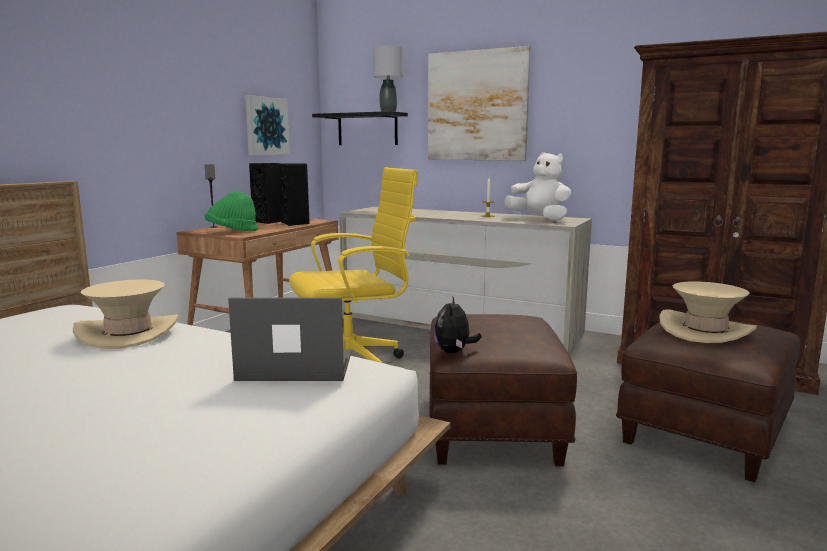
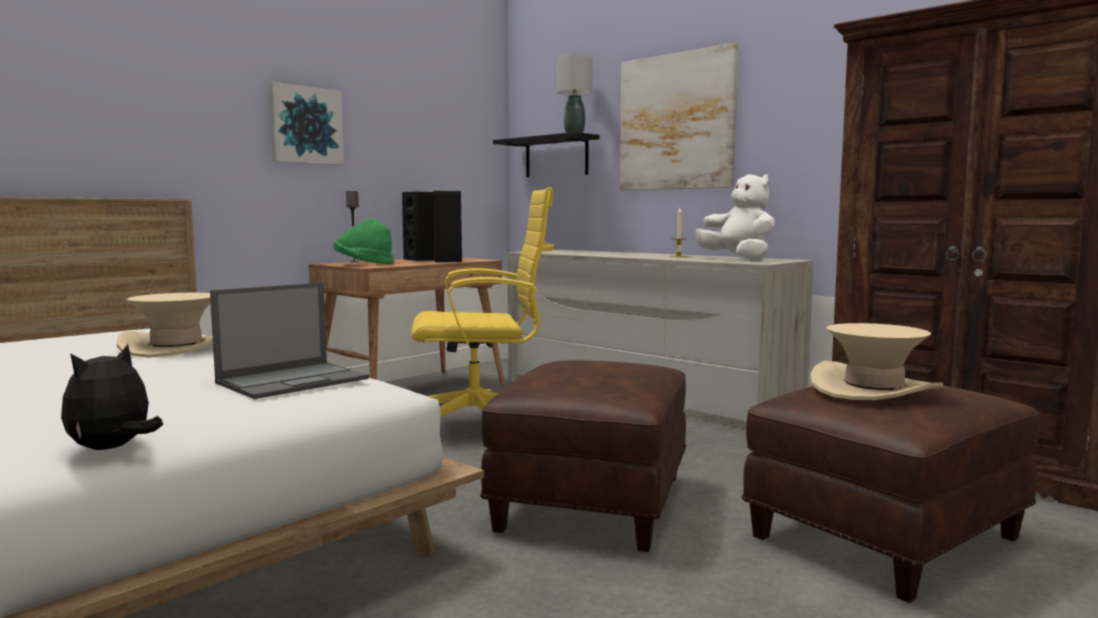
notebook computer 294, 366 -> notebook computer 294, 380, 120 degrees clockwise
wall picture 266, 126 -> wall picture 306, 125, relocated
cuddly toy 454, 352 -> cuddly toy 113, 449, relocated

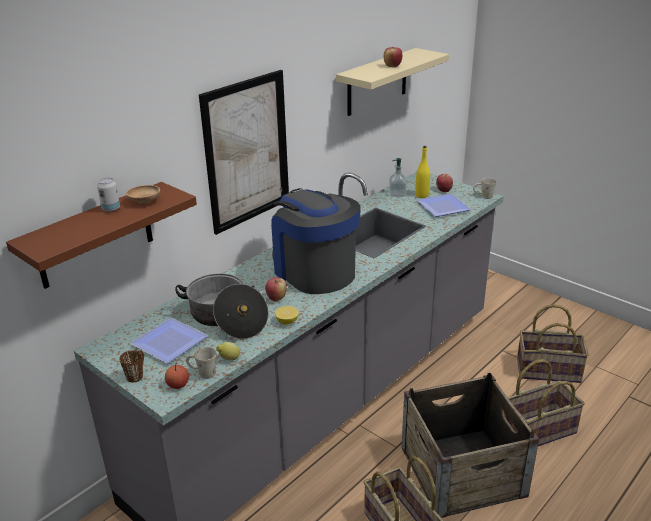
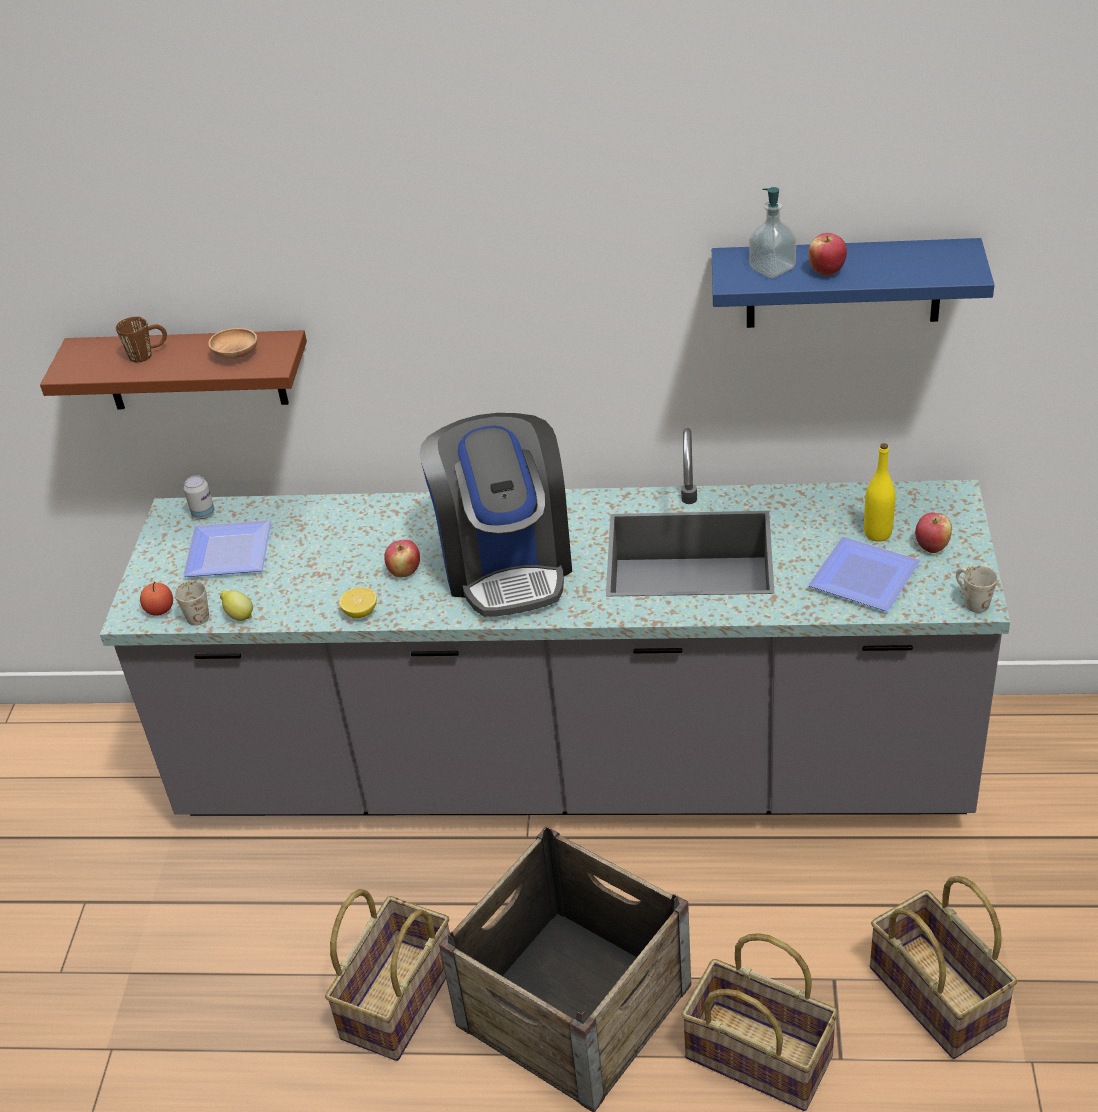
can 111, 209 -> can 203, 513, relocated
brown-coloured coffee mug 137, 374 -> brown-coloured coffee mug 148, 354, relocated
saucepot 226, 318 -> none
wall picture 247, 152 -> none
coffee maker 314, 271 -> coffee maker 506, 563, 150 degrees clockwise
beige-coloured bracket shelf 377, 82 -> bluish bracket shelf 843, 283
soap bottle 397, 194 -> soap bottle 772, 268, relocated

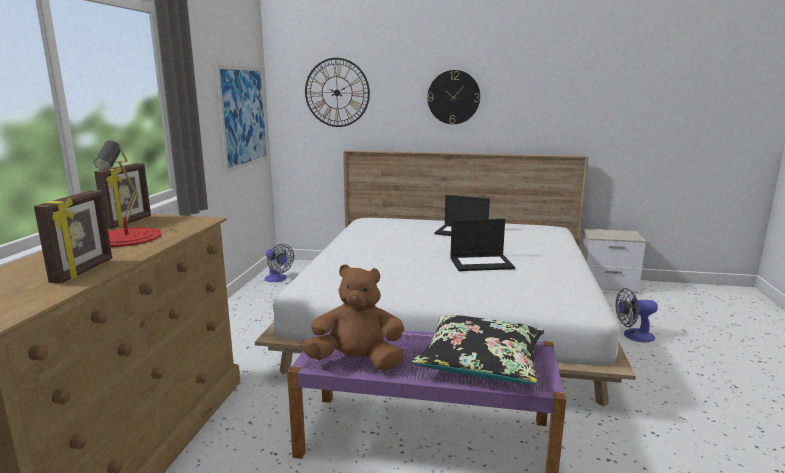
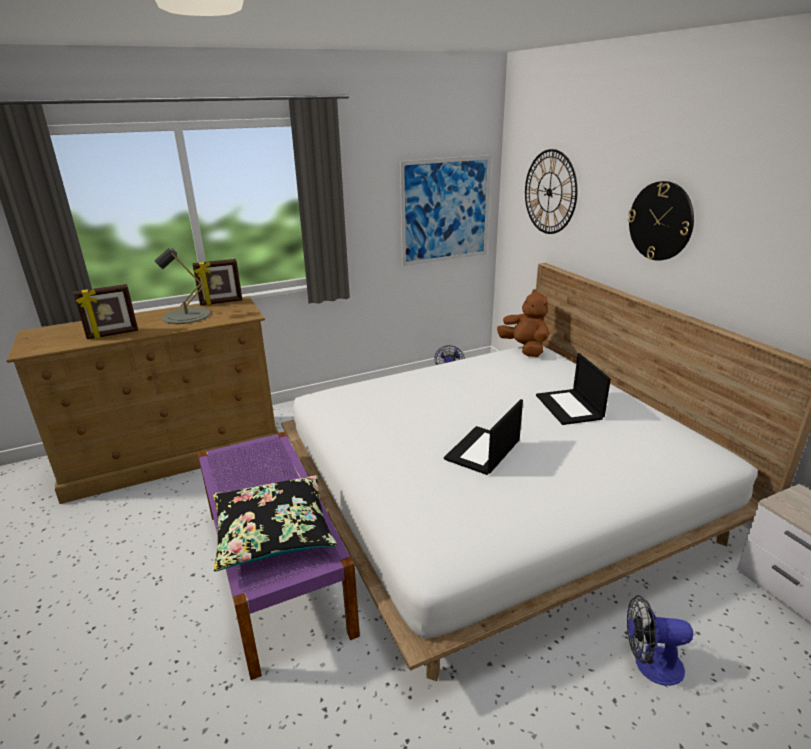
red tabletop lamp 127, 237 -> greyish tabletop lamp 186, 316
brown-coloured cuddly toy 357, 362 -> brown-coloured cuddly toy 524, 349, relocated
notebook computer 482, 263 -> notebook computer 483, 451, 75 degrees clockwise
electric fan 633, 336 -> electric fan 650, 664, 45 degrees counterclockwise

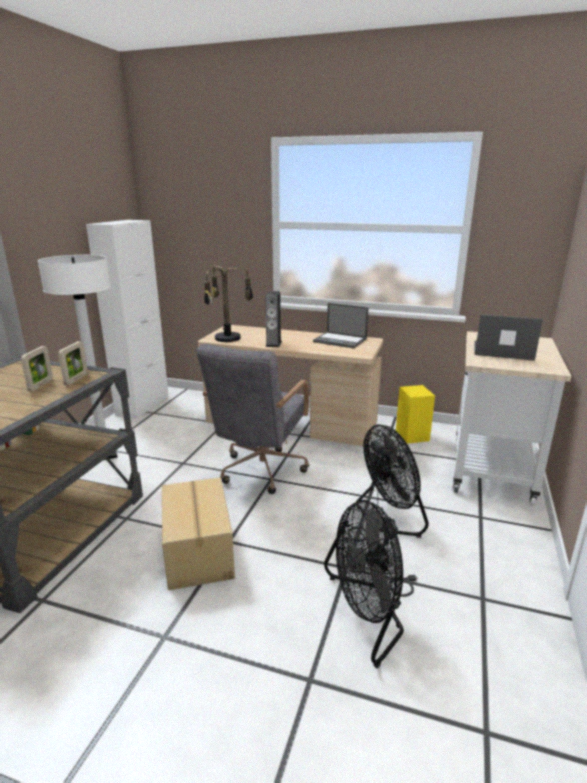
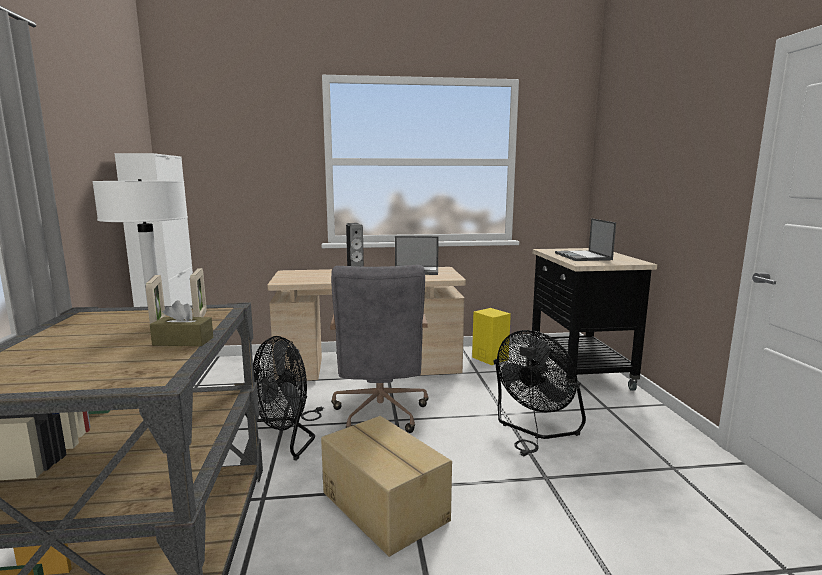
tabletop lamp 227, 338 -> none
blackish electric fan 371, 609 -> blackish electric fan 288, 432, relocated
whitish trolley 491, 472 -> blackish trolley 580, 373
notebook computer 502, 351 -> notebook computer 583, 256, 90 degrees counterclockwise
none -> brown-coloured box of tissues 183, 341

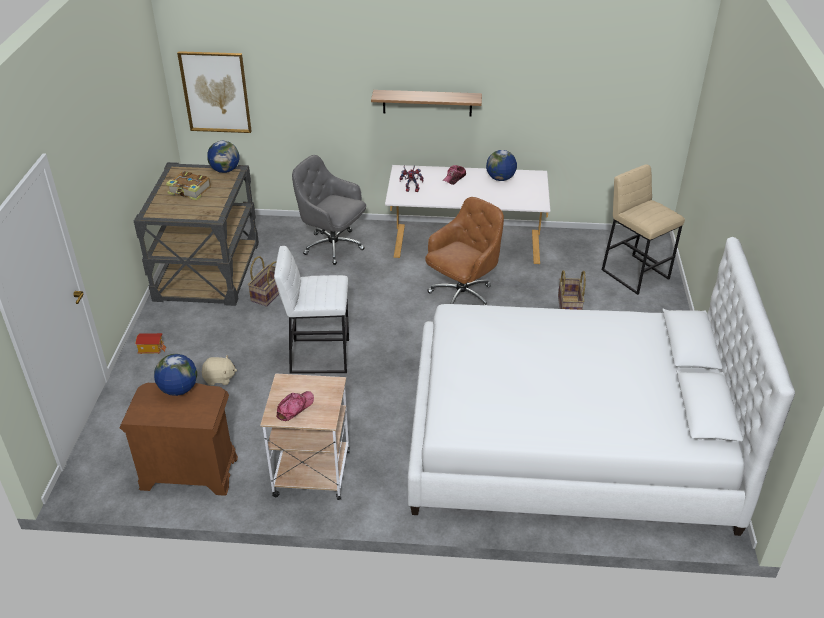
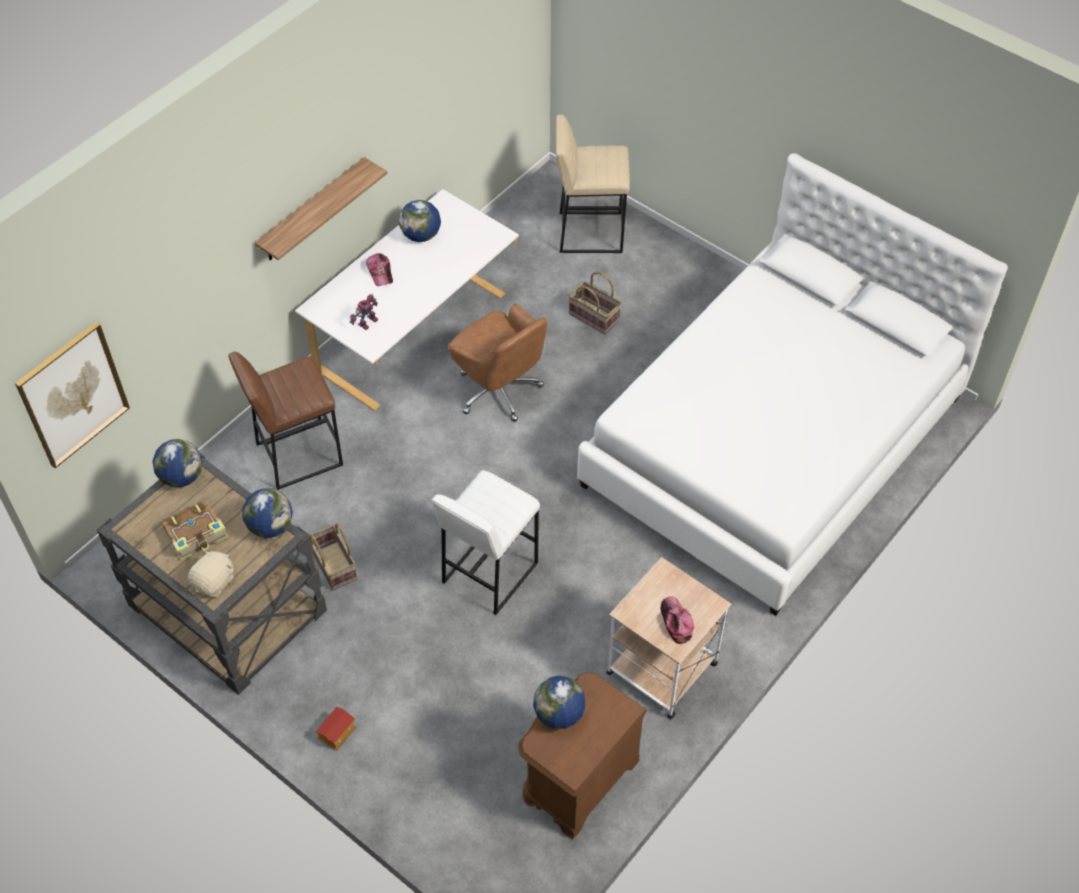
beige-coloured cuddly toy 219, 378 -> beige-coloured cuddly toy 214, 581, relocated
greyish computer chair 333, 246 -> brown-coloured stool 297, 455
brown-coloured computer chair 462, 295 -> brown-coloured computer chair 498, 391, 150 degrees clockwise
none -> globe 270, 526

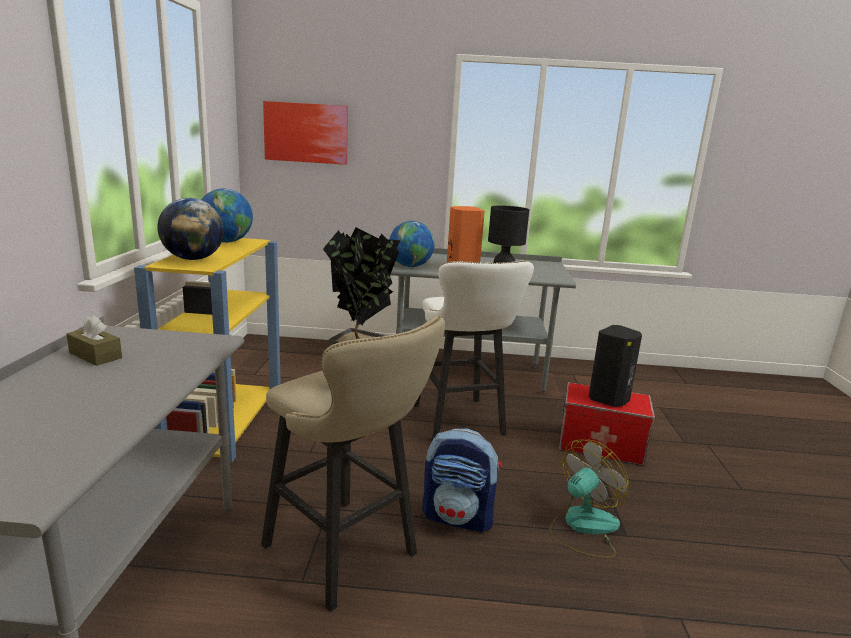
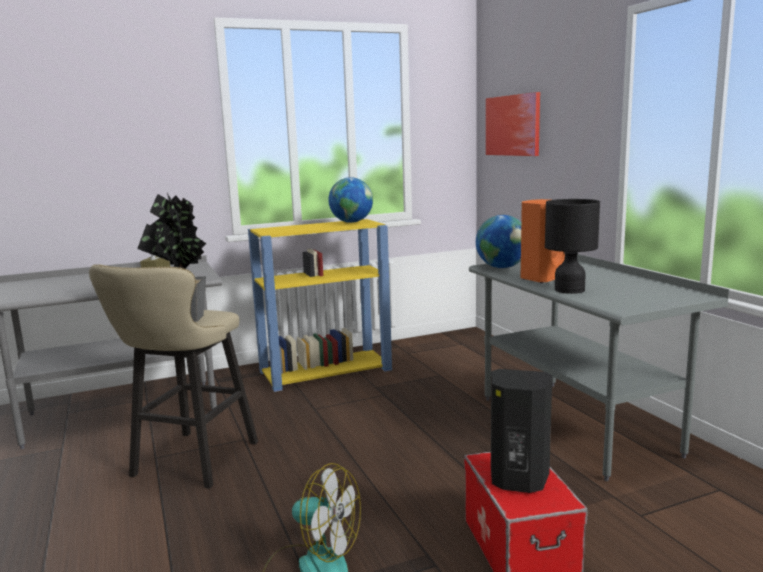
globe 193, 259 -> none
whitish stool 461, 425 -> none
rucksack 459, 517 -> none

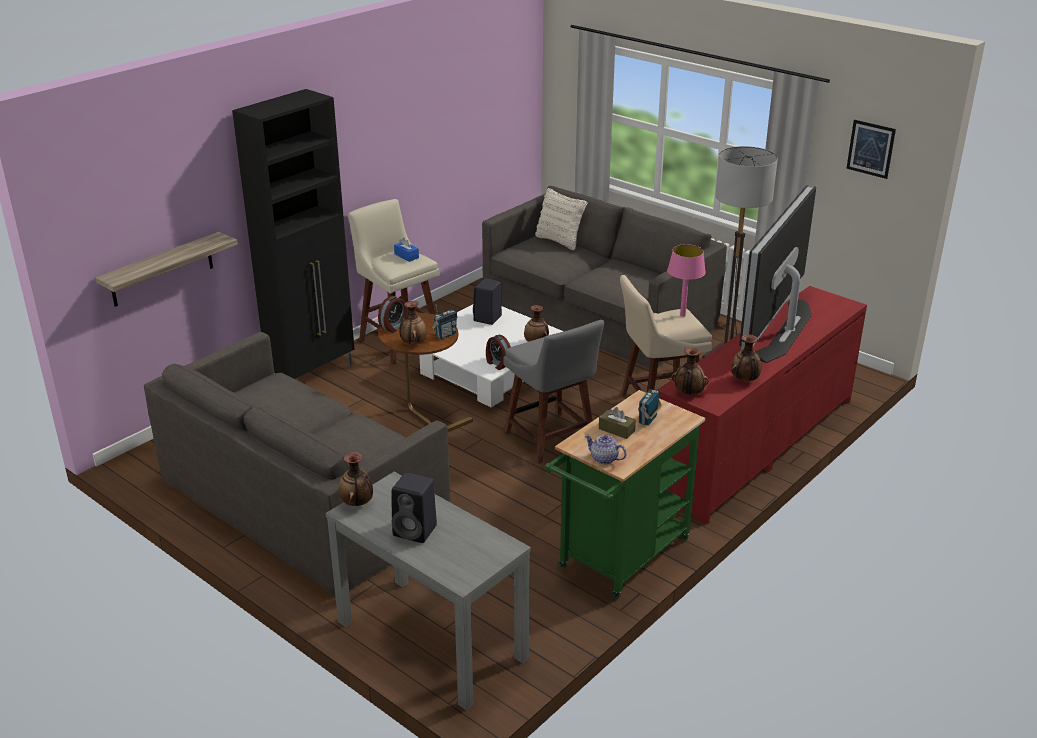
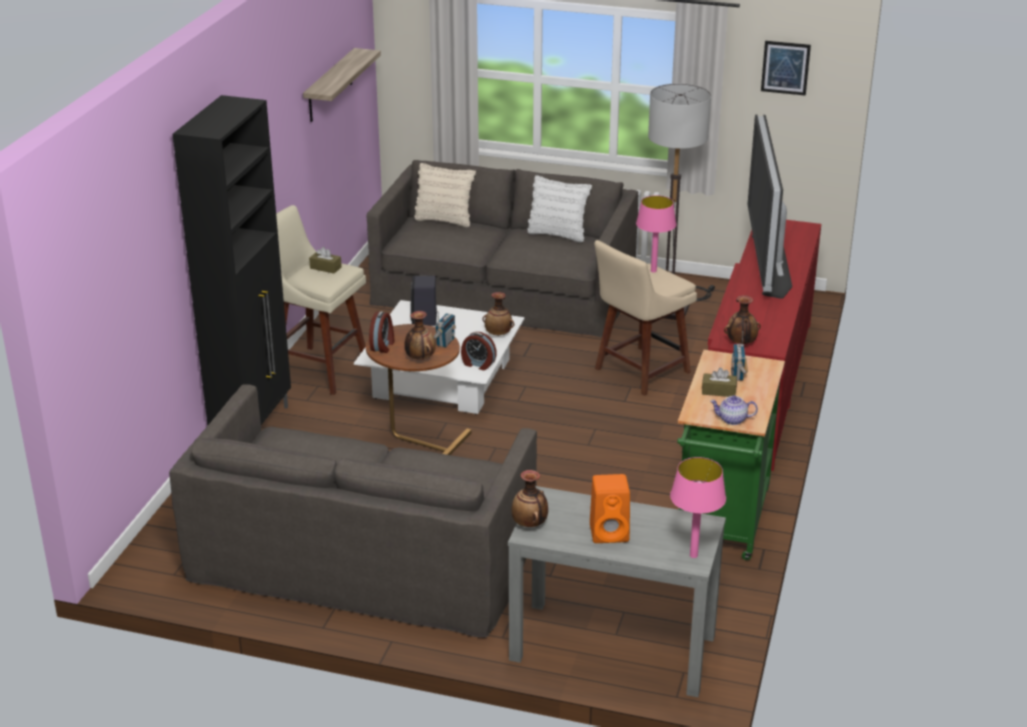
bracket shelf 162, 270 -> bracket shelf 330, 86, relocated
blackish loudspeaker 416, 531 -> orange loudspeaker 610, 533
bluish box of tissues 406, 256 -> brown-coloured box of tissues 325, 268
greyish stool 551, 440 -> none
vase 745, 380 -> none
none -> whitish throw pillow 558, 235
none -> pink tabletop lamp 693, 555

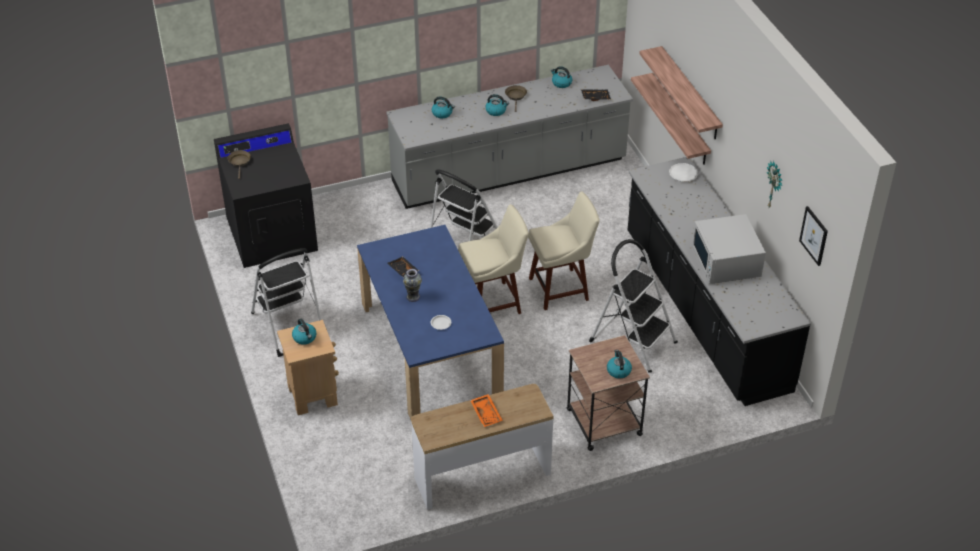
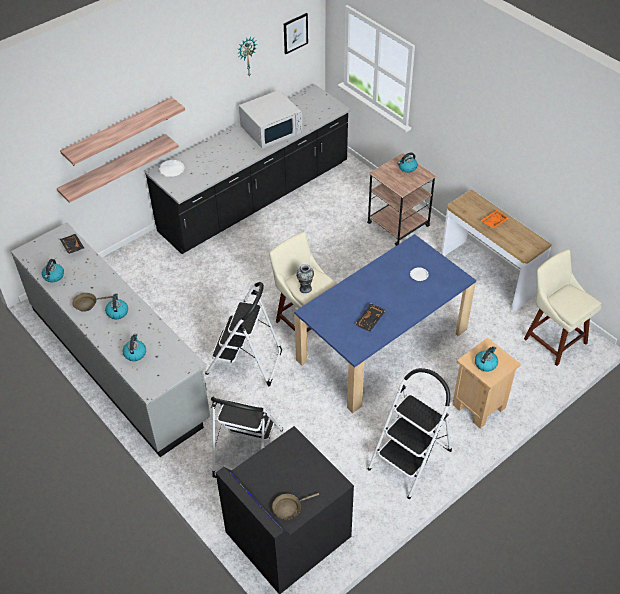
vase 412, 297 -> vase 305, 288, relocated
beige-coloured stool 561, 288 -> beige-coloured stool 553, 339, relocated
step stool 631, 340 -> step stool 246, 454, relocated

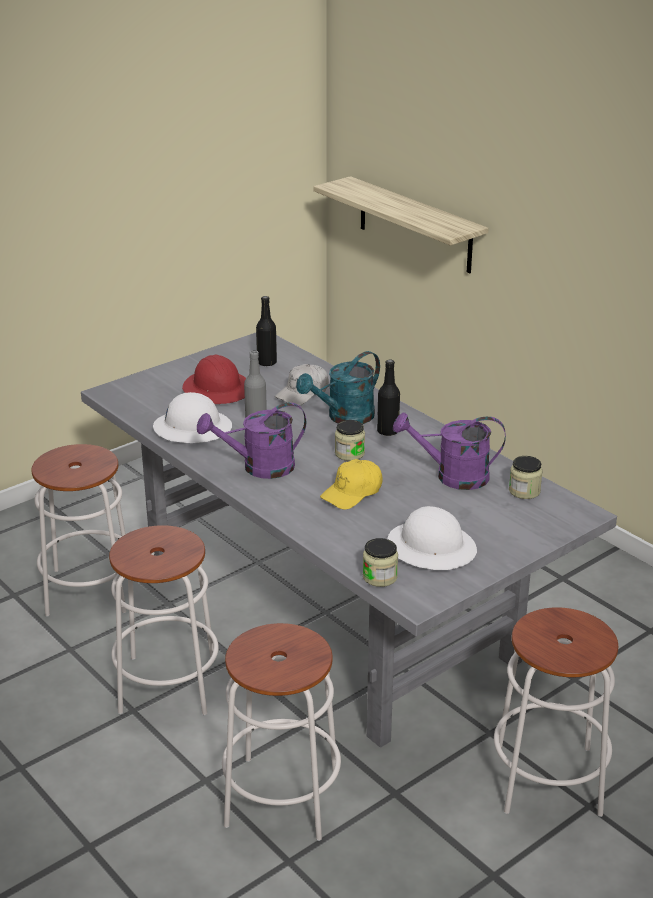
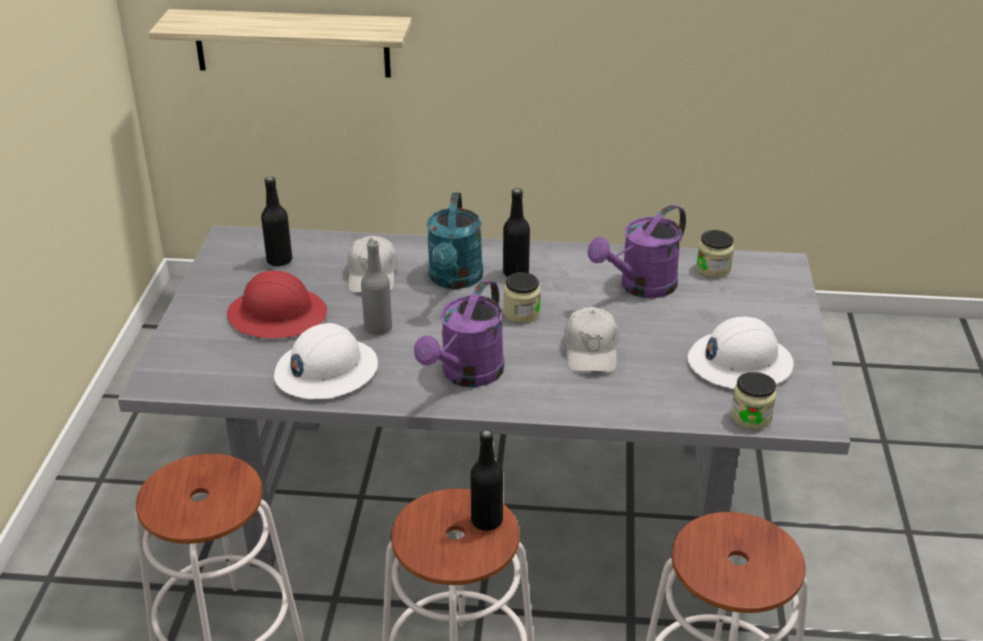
yellowish baseball cap 352, 493 -> whitish baseball cap 591, 350
whitish stool 548, 779 -> none
none -> blackish drink bottle 486, 521

